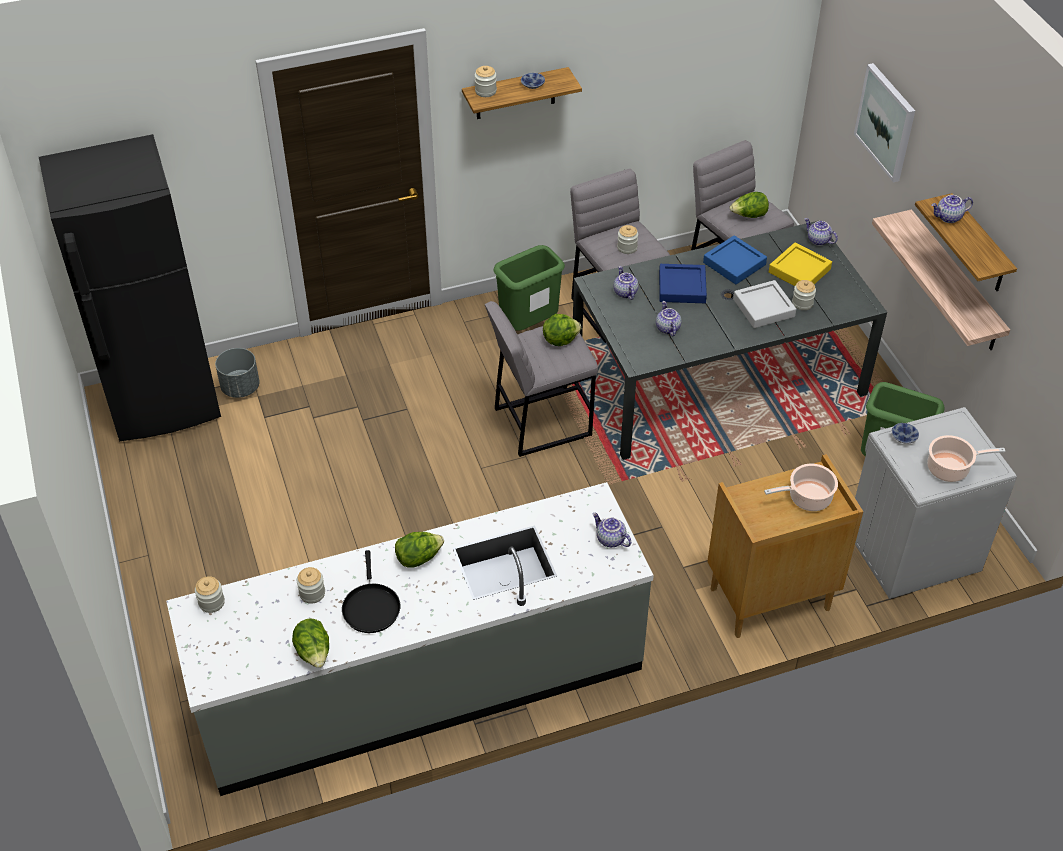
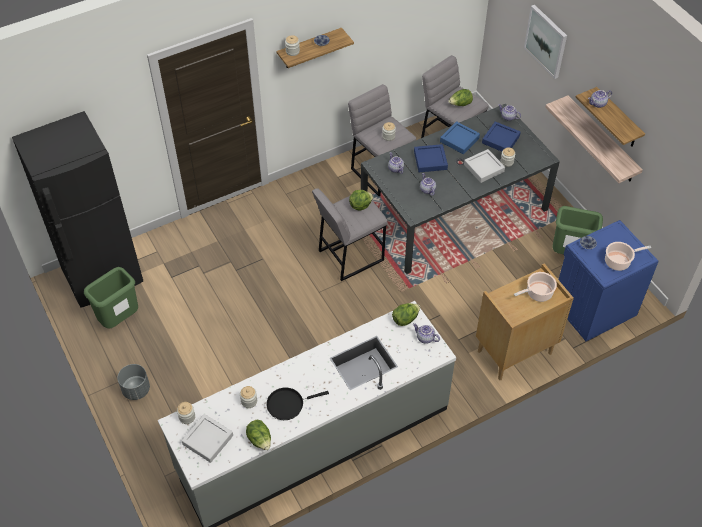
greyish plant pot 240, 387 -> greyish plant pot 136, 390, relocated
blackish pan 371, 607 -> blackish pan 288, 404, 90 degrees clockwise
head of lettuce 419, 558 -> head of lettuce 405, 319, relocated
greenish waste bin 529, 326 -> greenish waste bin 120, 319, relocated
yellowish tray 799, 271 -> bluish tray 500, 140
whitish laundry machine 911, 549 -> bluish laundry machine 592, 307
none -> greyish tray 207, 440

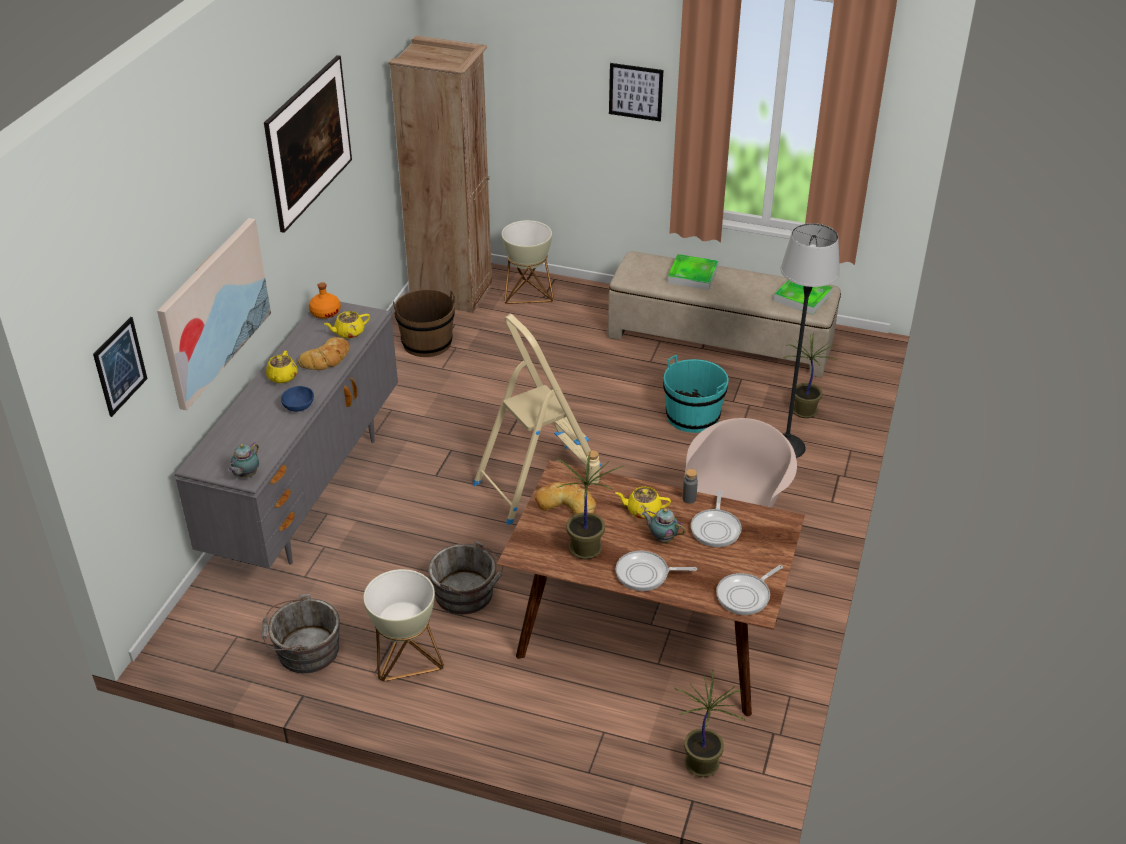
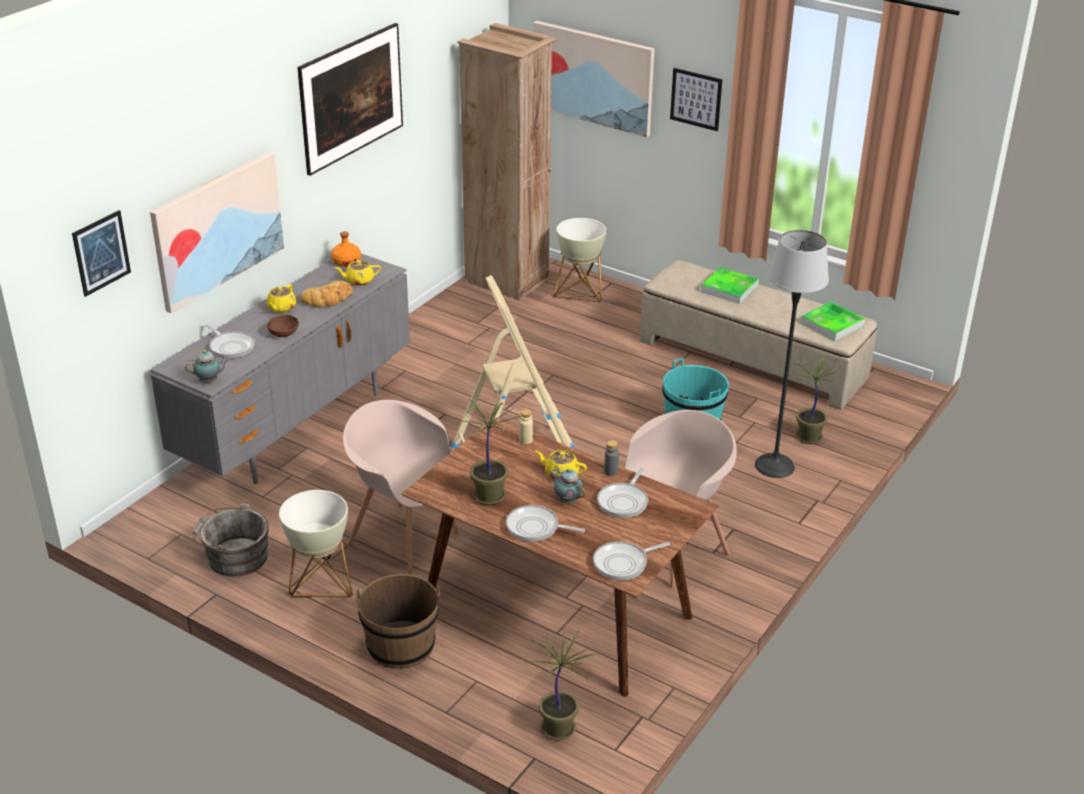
pot for tea 246, 475 -> pot for tea 210, 381, 150 degrees counterclockwise
bluish deep dish 299, 407 -> brown-coloured deep dish 284, 334
brown-coloured water bucket 427, 343 -> brown-coloured water bucket 401, 645, relocated
greyish water bucket 467, 594 -> beige-coloured upright chair 403, 539
bakery bread 566, 503 -> none
none -> pan 231, 346
none -> wall picture 593, 77

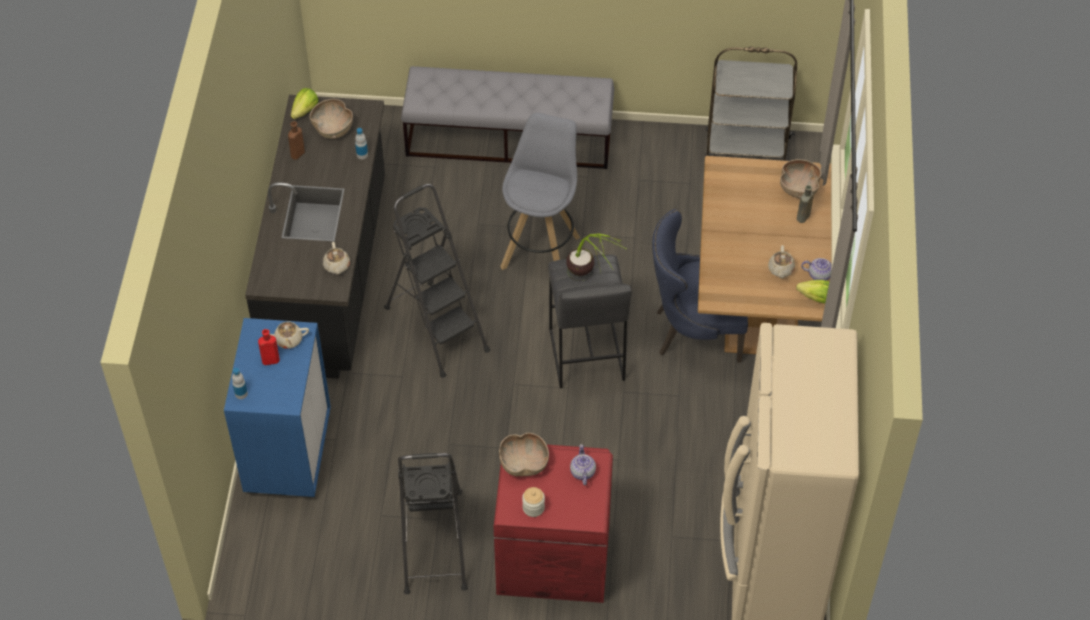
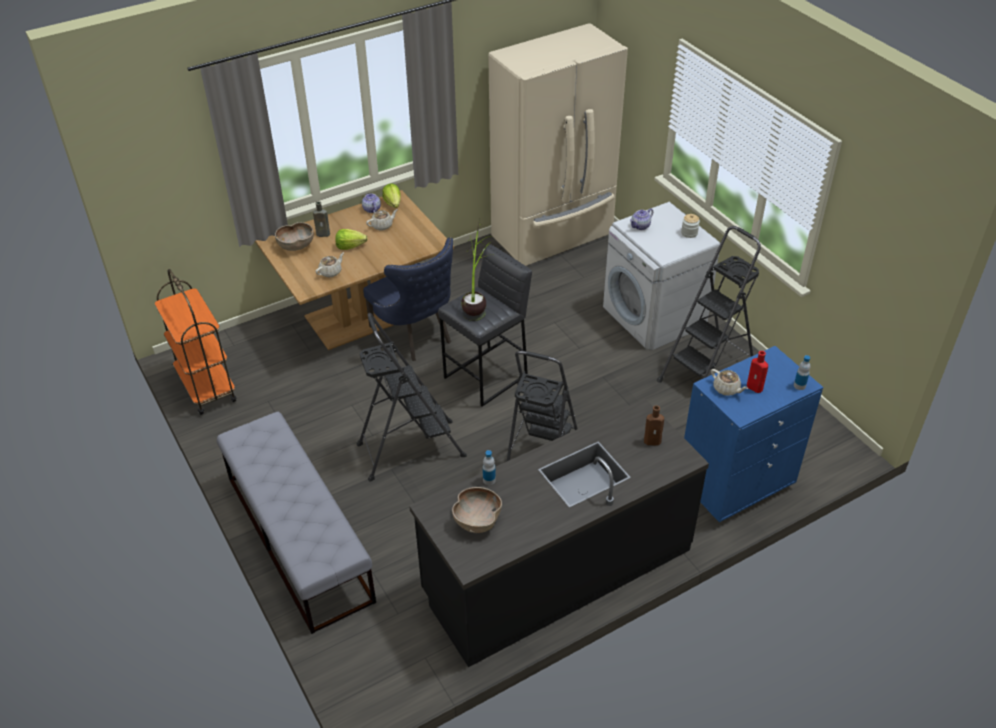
brown-coloured drink bottle 297, 154 -> brown-coloured drink bottle 653, 441, relocated
head of lettuce 305, 111 -> head of lettuce 350, 246, relocated
beige-coloured pot for tea 337, 266 -> beige-coloured pot for tea 331, 272, relocated
red laundry machine 552, 554 -> whitish laundry machine 653, 317
brown-coloured deep dish 524, 463 -> none
greyish stool 542, 250 -> step stool 409, 450
greyish trolley 746, 149 -> orange trolley 205, 387

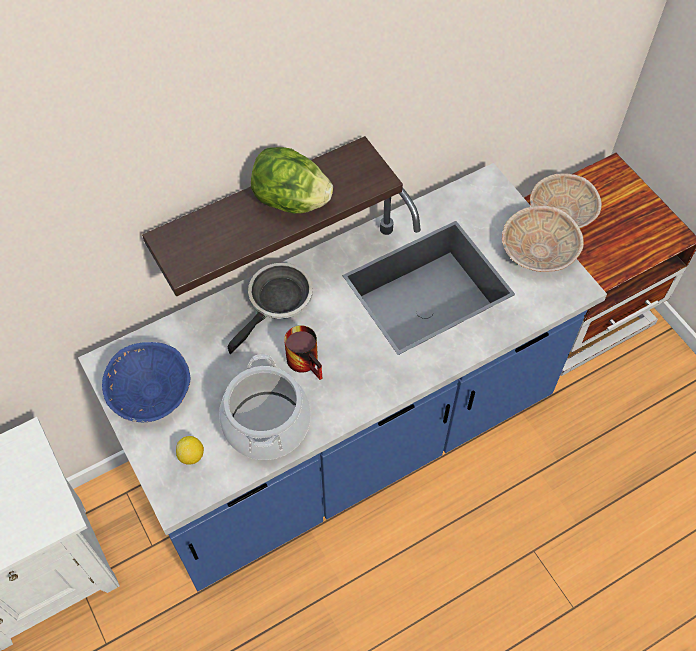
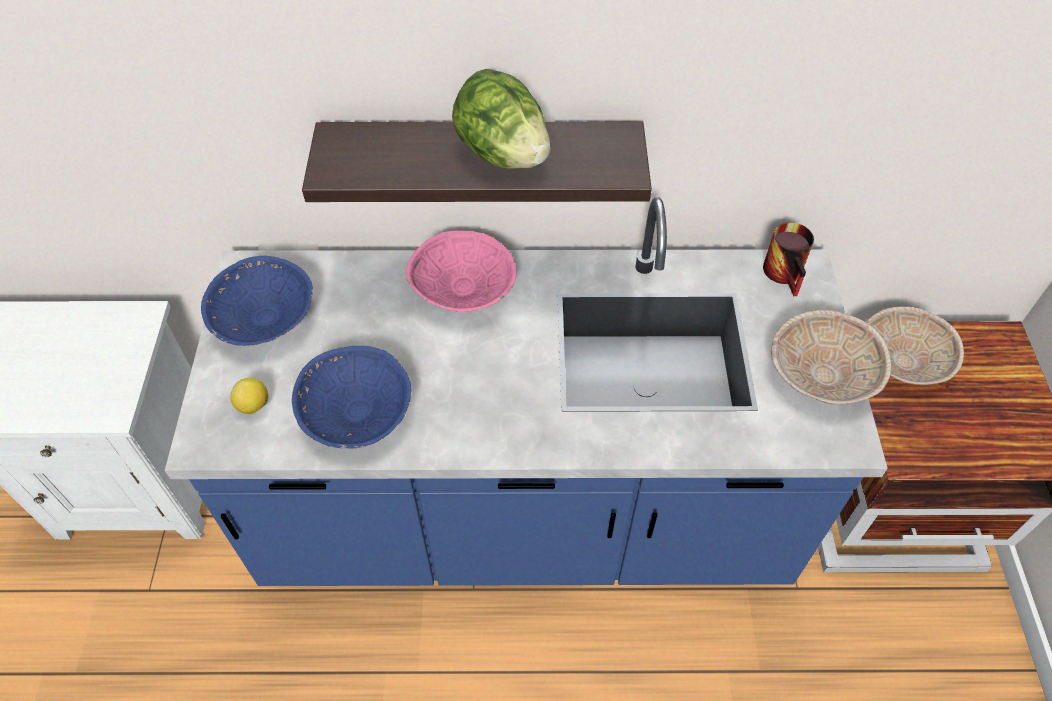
saucepot 267, 424 -> bluish deep dish 357, 413
pan 277, 302 -> pink deep dish 464, 289
coffee mug 308, 361 -> coffee mug 788, 274, relocated

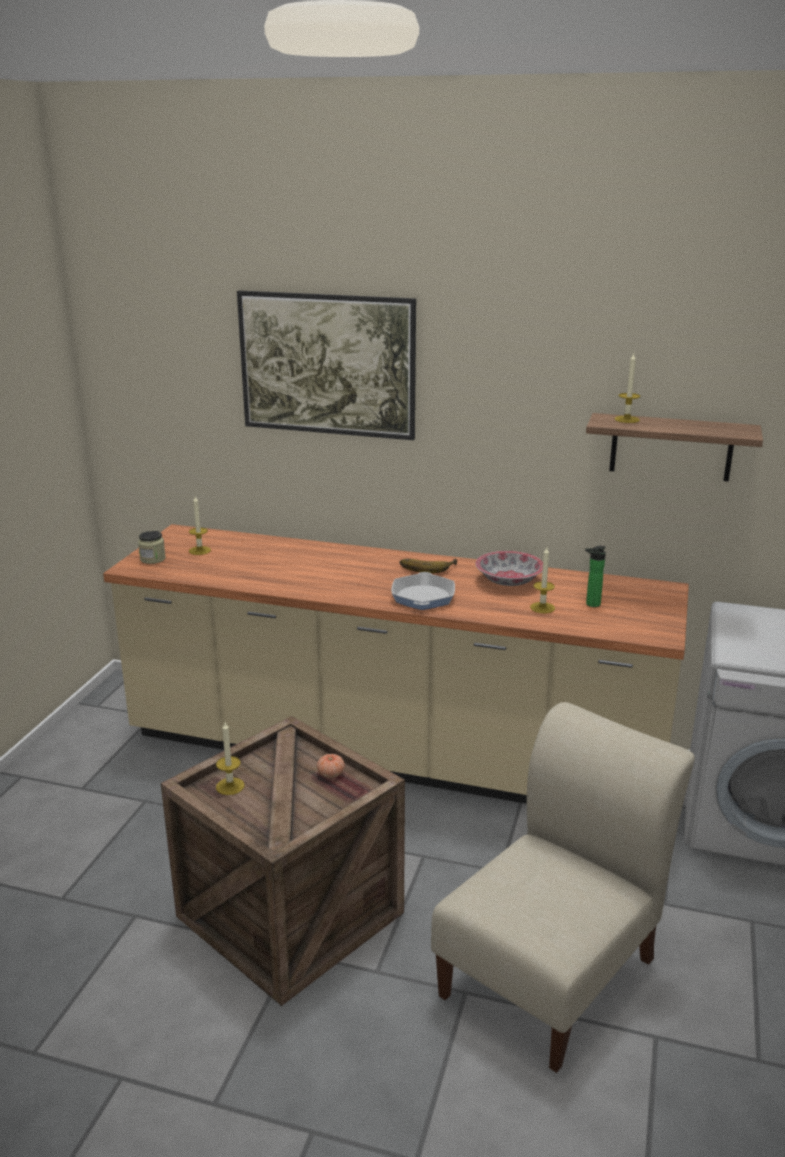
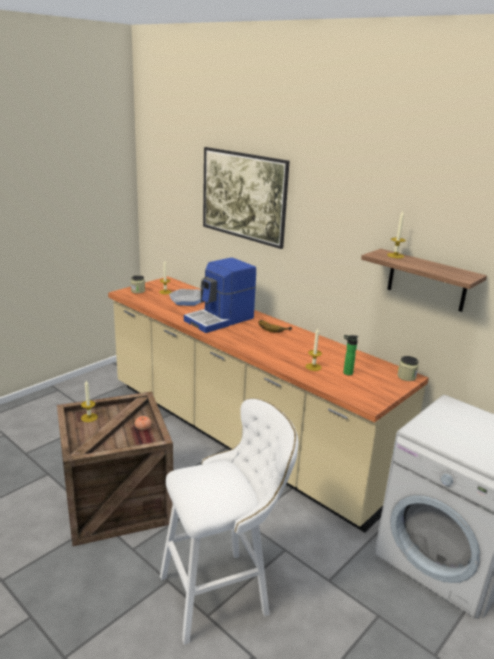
pan 423, 597 -> pan 187, 300, relocated
beige-coloured upright chair 553, 971 -> whitish stool 226, 590
deep dish 509, 581 -> none
none -> coffee maker 220, 319
none -> jar 406, 377

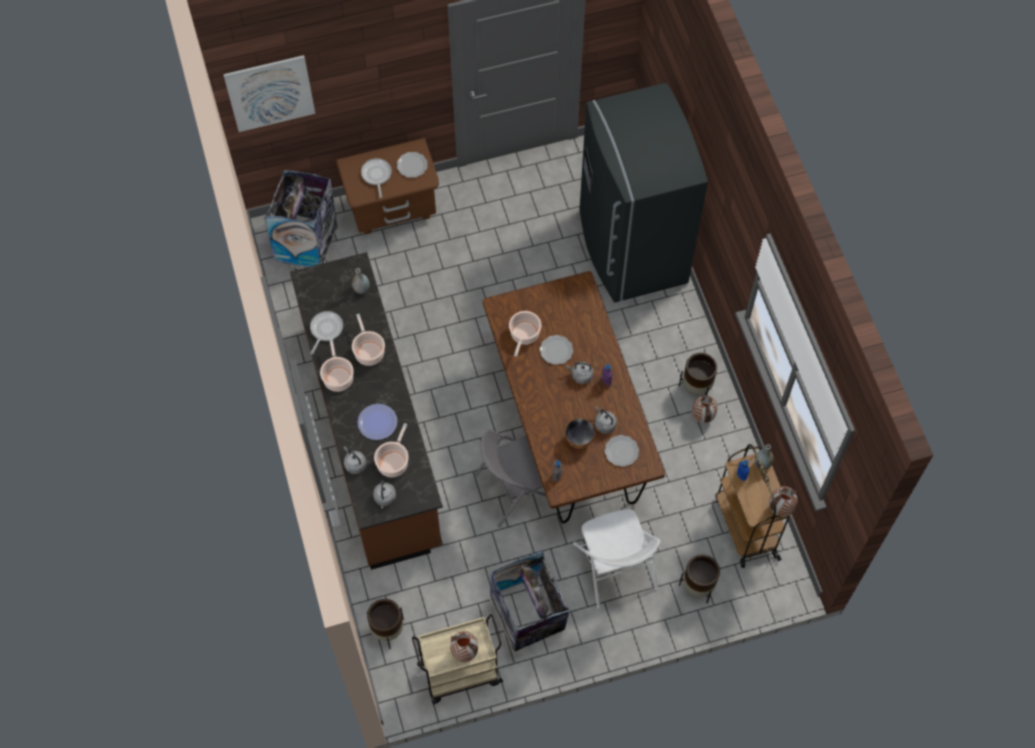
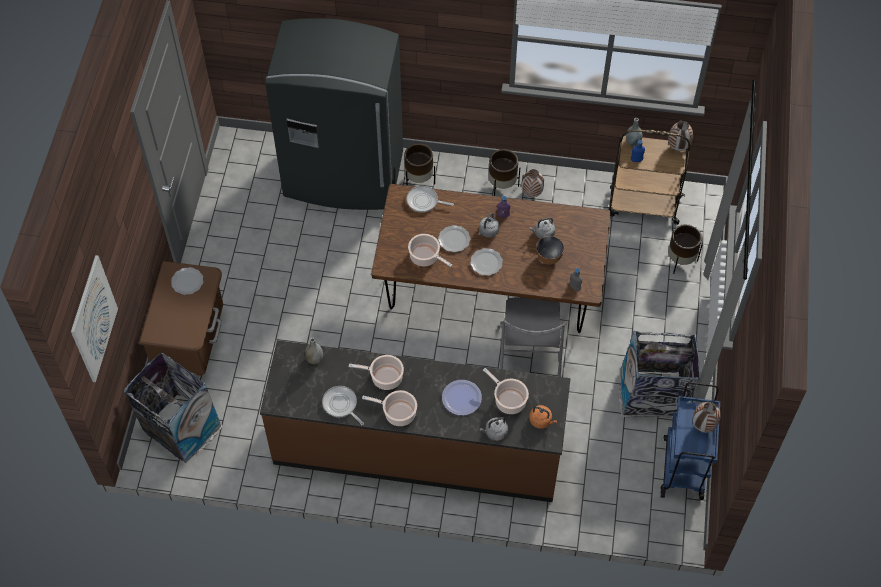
pan 376, 175 -> pan 424, 201, relocated
brown-coloured plant pot 387, 630 -> brown-coloured plant pot 419, 180, relocated
greyish tea kettle 385, 498 -> orange tea kettle 541, 421
beige-coloured trolley 459, 674 -> bluish trolley 683, 469
whitish upright chair 615, 566 -> none
plate 622, 451 -> plate 486, 262, relocated

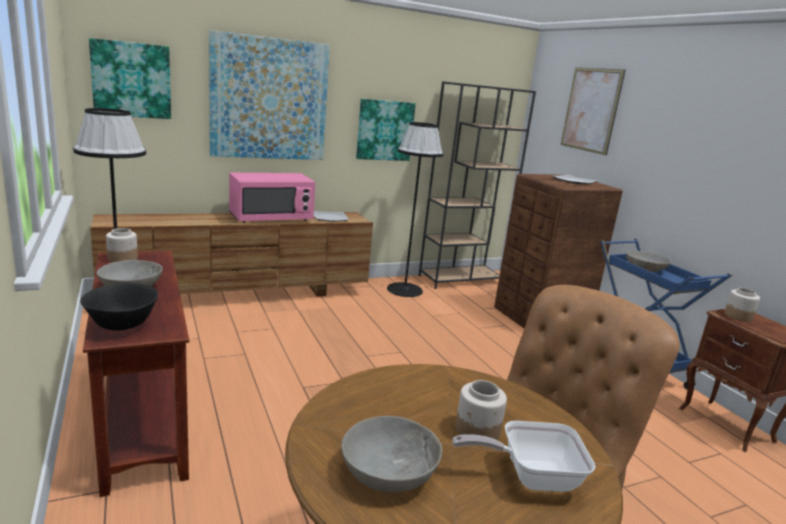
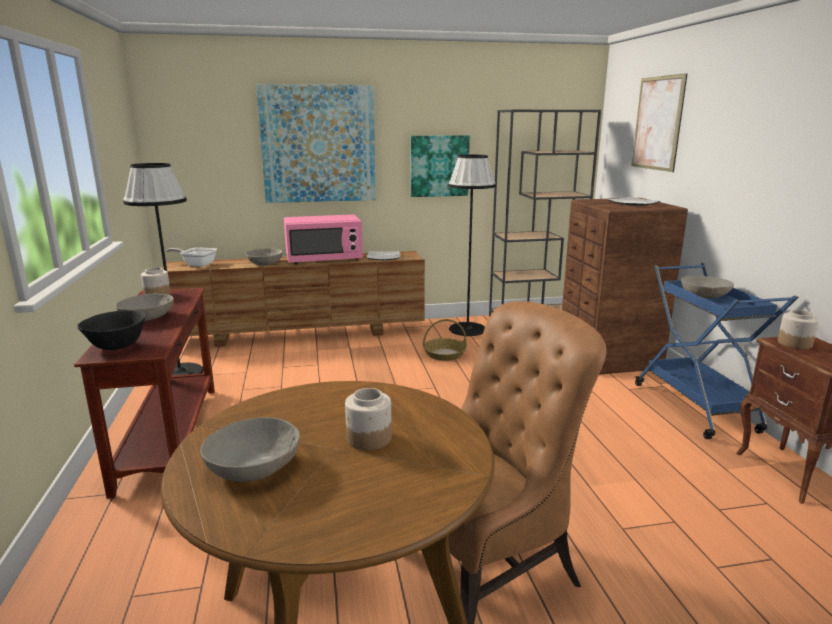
wall picture 131, 80 -> none
pan 530, 476 -> pan 197, 264, relocated
none -> greyish deep dish 265, 263
none -> basket 444, 354

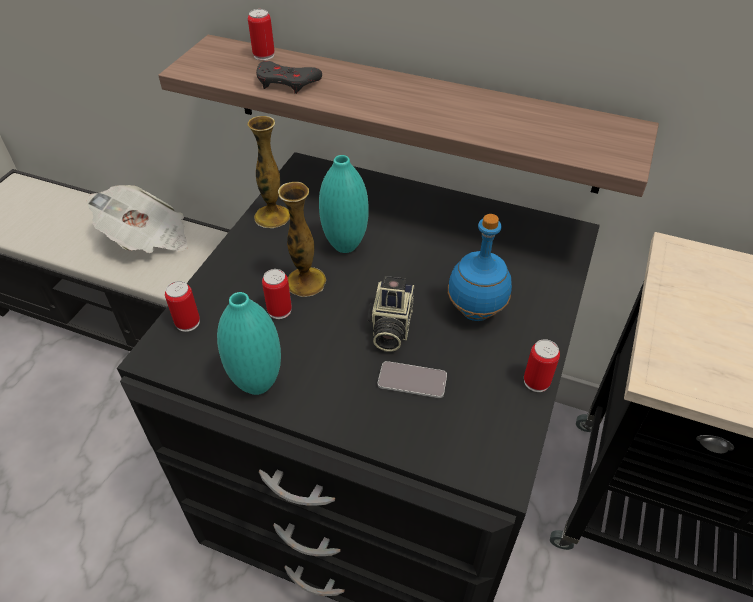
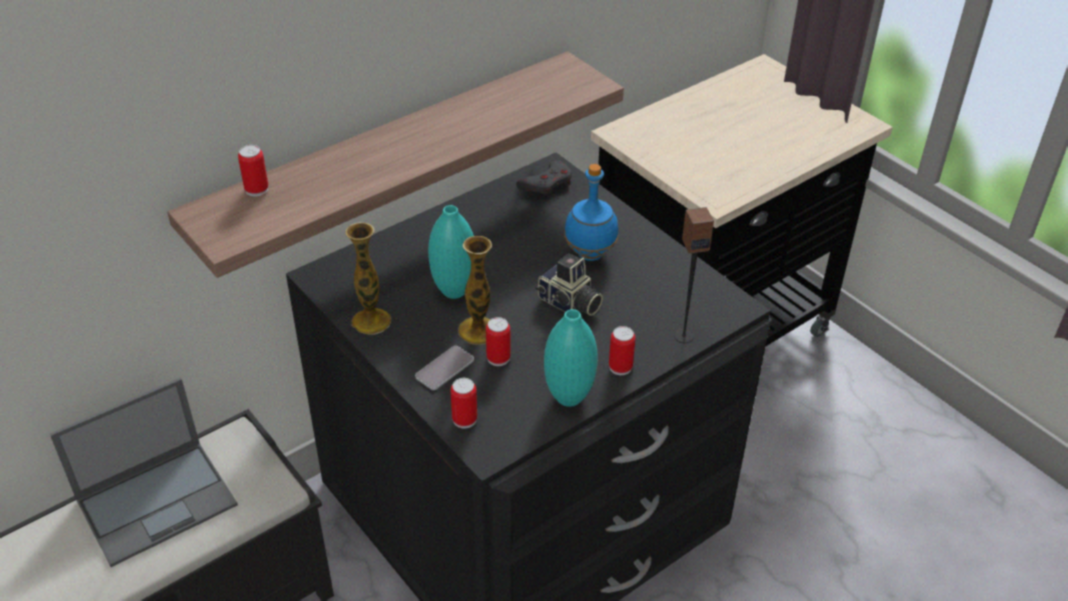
newspaper 147, 238 -> notebook computer 158, 501
greyish gamepad 287, 82 -> greyish gamepad 547, 183, relocated
handset 412, 380 -> handset 444, 369, relocated
can 536, 381 -> can 620, 367, relocated
none -> loudspeaker 683, 336

